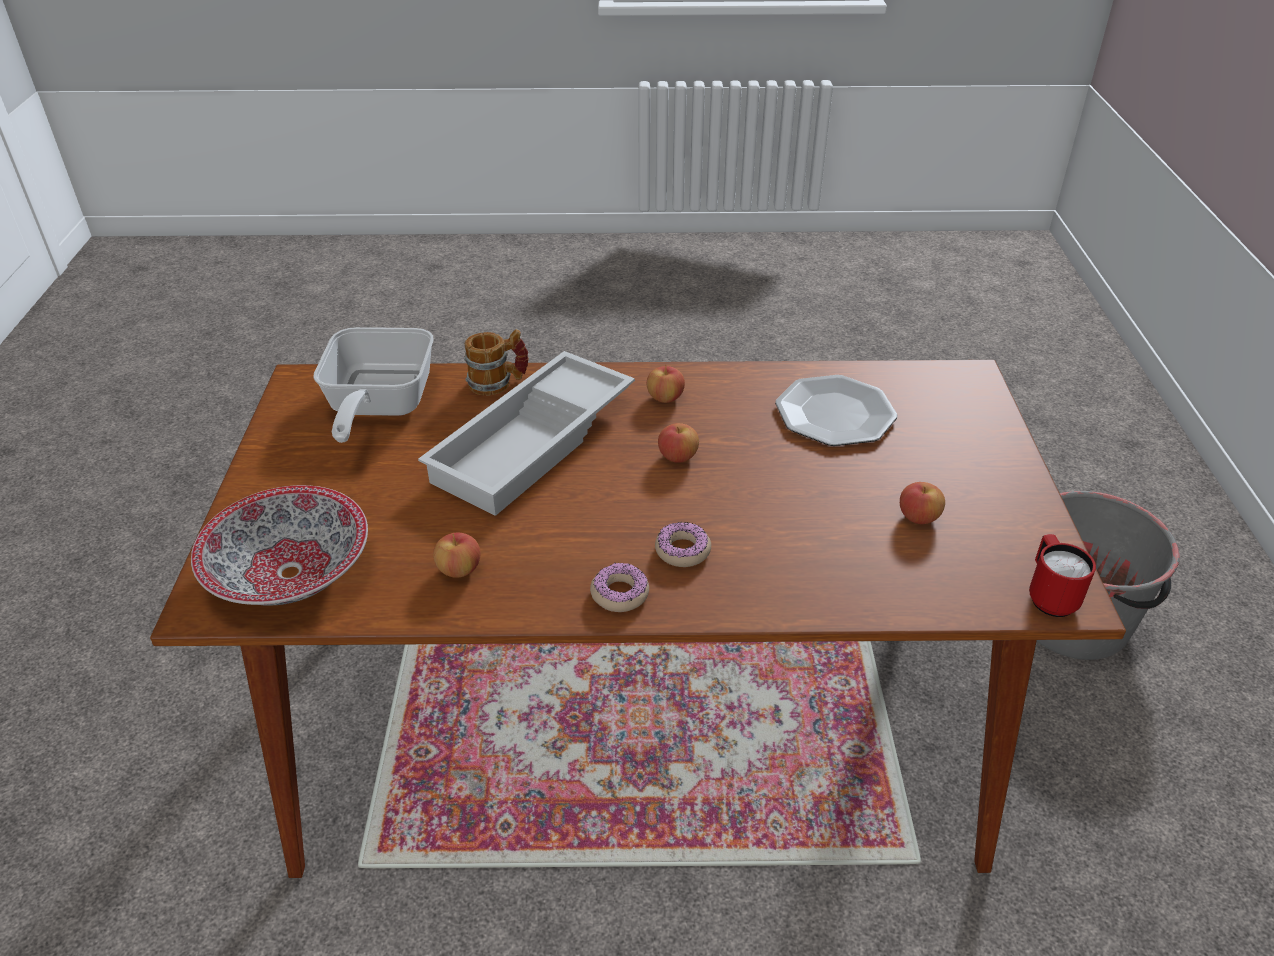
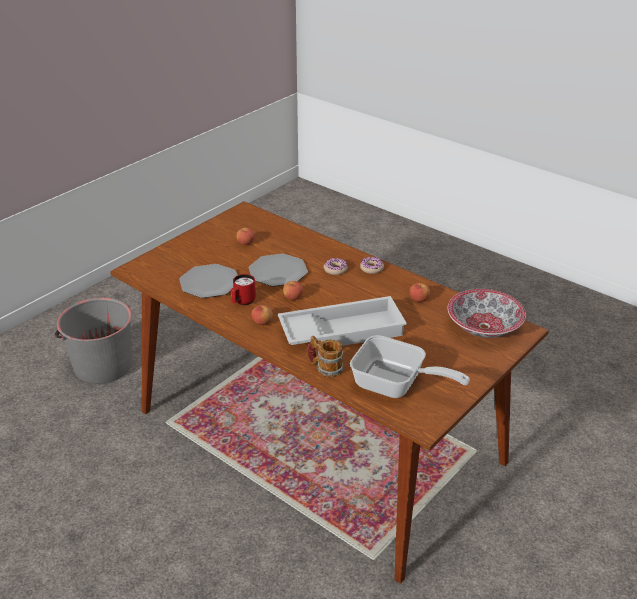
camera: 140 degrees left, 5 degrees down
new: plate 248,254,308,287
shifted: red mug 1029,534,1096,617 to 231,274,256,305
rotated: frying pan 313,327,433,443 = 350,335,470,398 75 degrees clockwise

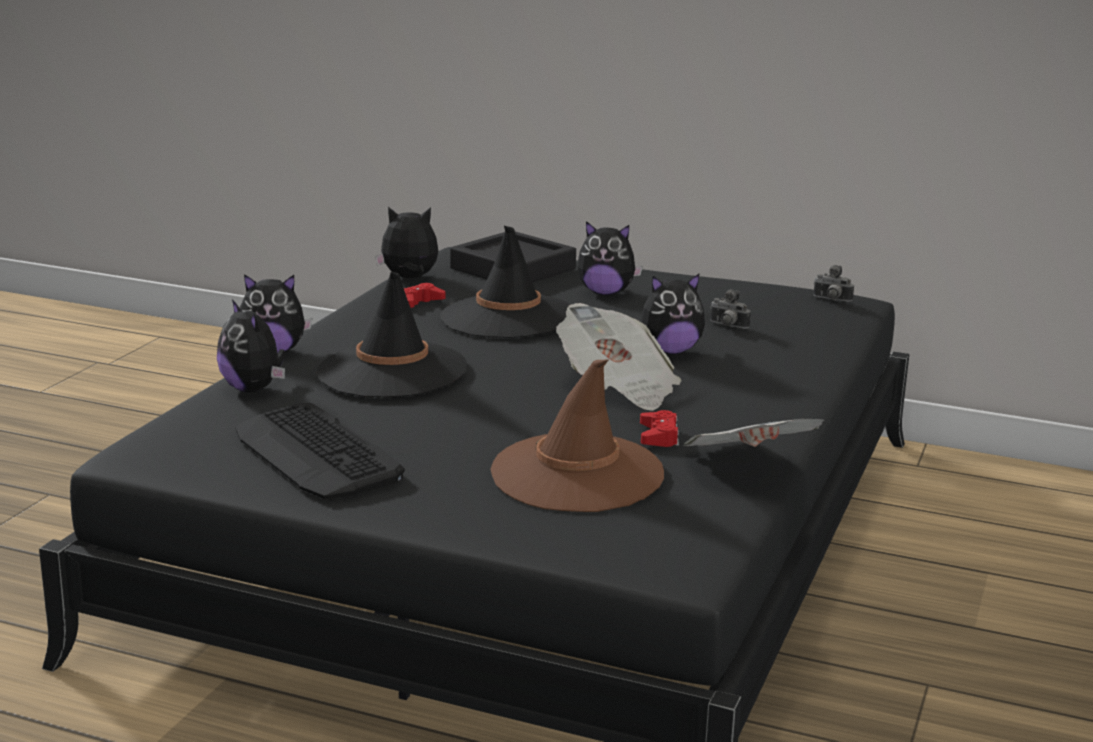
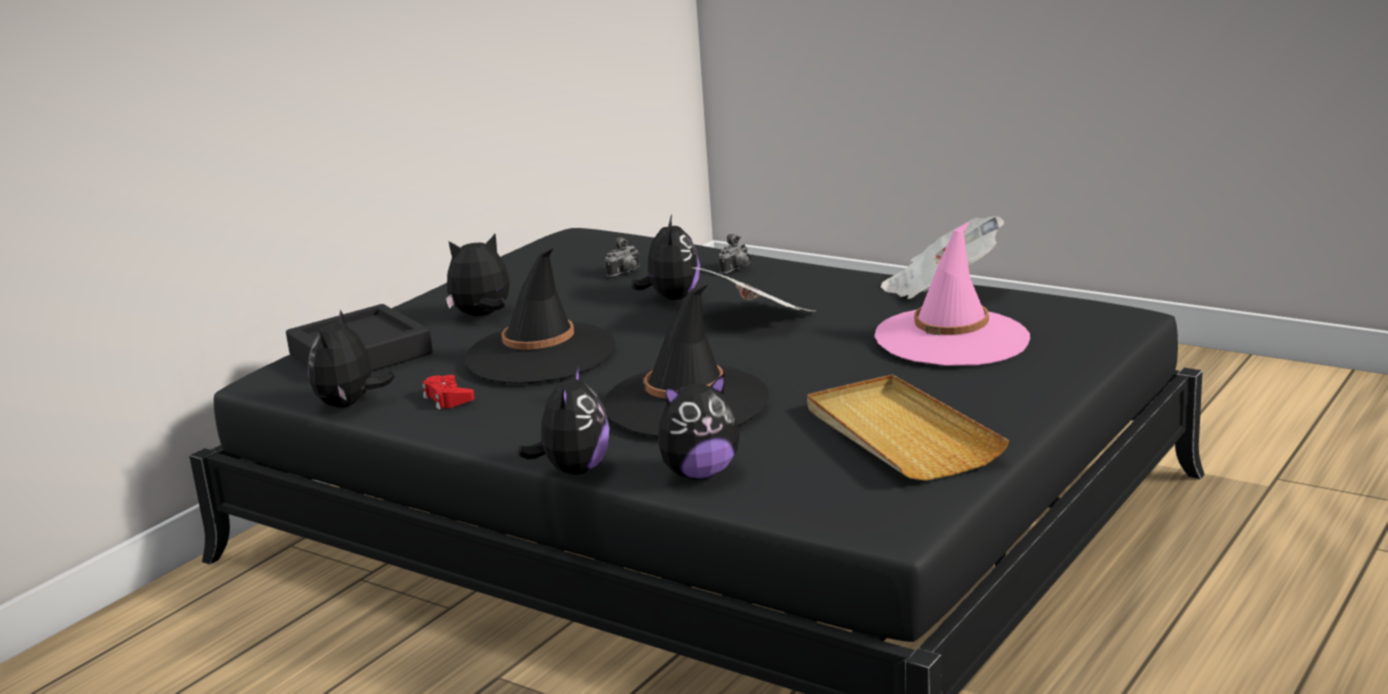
camera: 75 degrees left, 0 degrees up
gone: red game controller 640,410,679,447
shifted: photo camera 813,265,854,302 to 719,234,751,274
swapped: keyboard 235,403,405,499 to beige tray 807,374,1009,481
repainted: brown hat 490,359,664,512 to pink hat 874,222,1030,366
rotated: plush toy 577,221,643,295 = 446,234,510,316 135 degrees counterclockwise

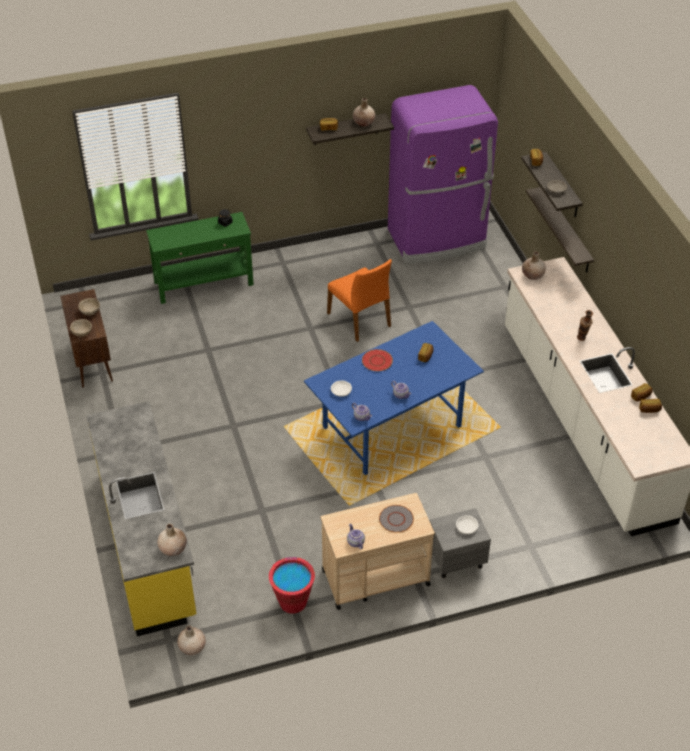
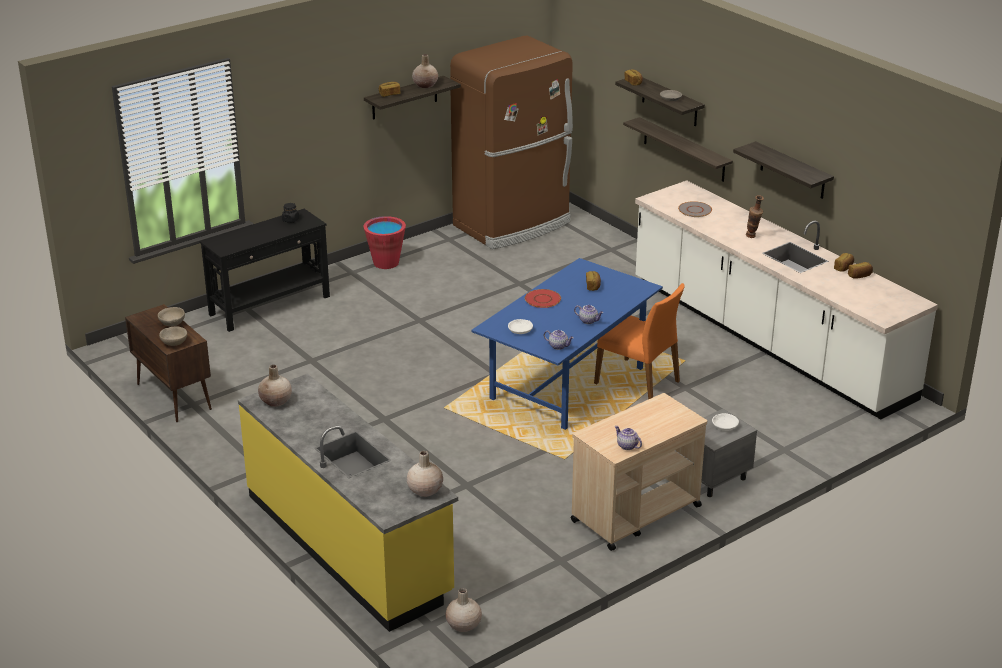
camera: 20 degrees left, 15 degrees down
new: shelf 733,141,834,199
shifted: red bucket 269,557,315,614 to 363,216,406,269; orange chair 327,259,392,342 to 594,283,685,399; grey plate 379,505,414,533 to 678,201,712,217; beige vase 522,252,546,280 to 258,365,292,407
repainted: green console table 146,212,254,304 to black console table 199,209,330,332; purple fridge 388,85,498,264 to brown fridge 450,36,573,249

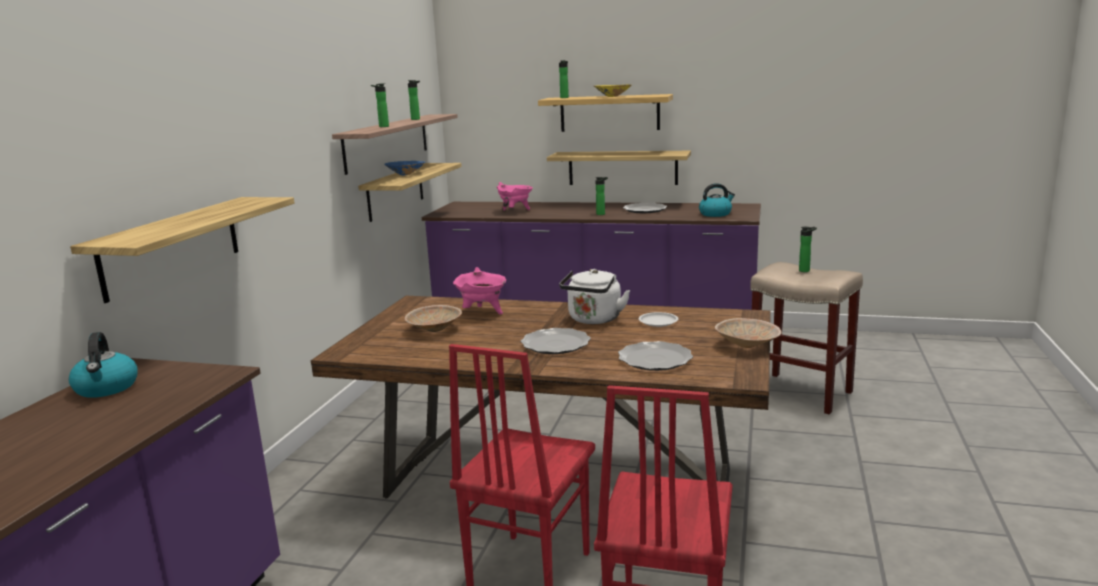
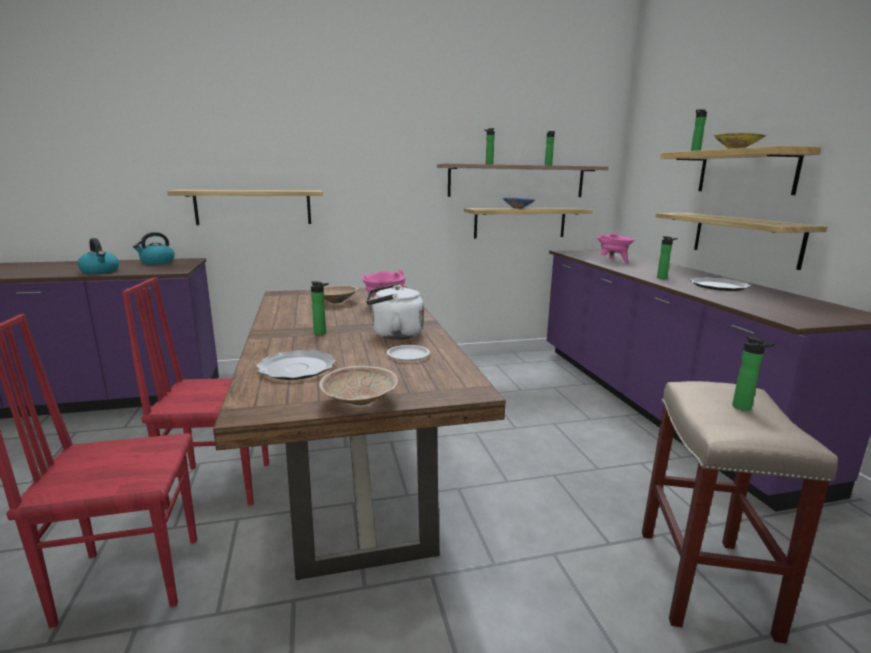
camera: 60 degrees right, 0 degrees up
shifted: kettle 699,183,735,217 to 77,238,119,274
swapped: plate 521,328,591,354 to bottle 311,281,329,335

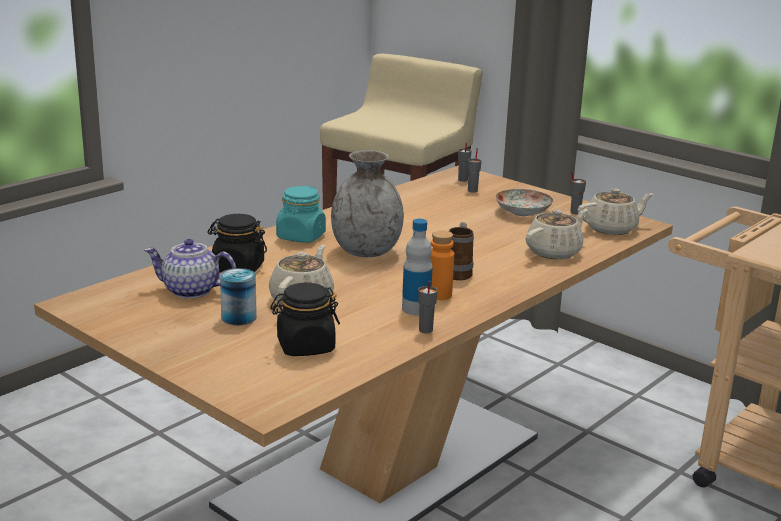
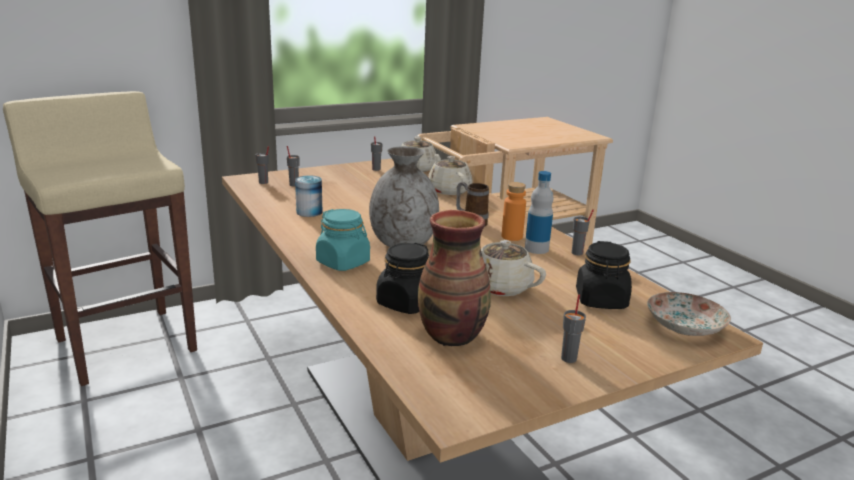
camera: 70 degrees left, 0 degrees up
new: grey cup 561,295,586,363
shifted: can 220,268,257,325 to 295,175,323,217; plate 495,189,553,216 to 647,292,731,336
swapped: teapot 145,239,236,299 to vase 418,210,491,346

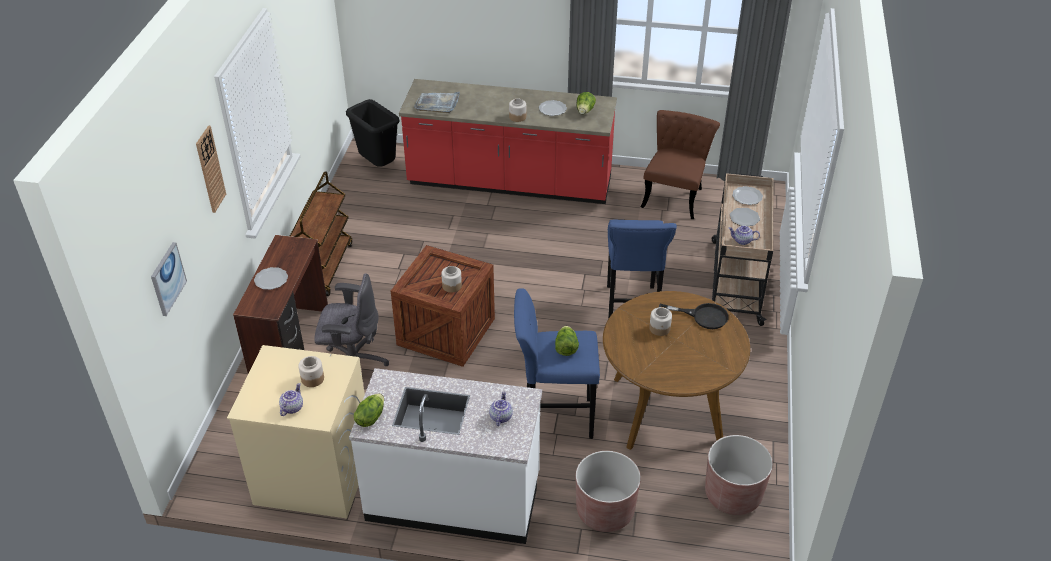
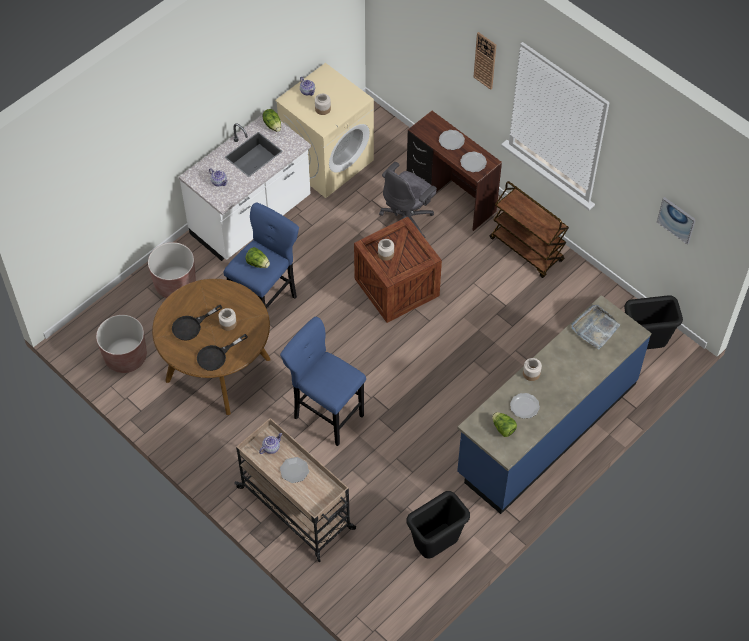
camera: 125 degrees right, 15 degrees up
new: black frying pan 172,304,222,341
shifted: picture 151,242,187,316 to 657,197,696,244; plate 732,186,763,205 to 460,152,487,172
swapped: brown chair 641,110,720,219 to black trash can 406,491,470,559
repainted: red counter 399,79,617,204 to blue counter 457,295,651,514

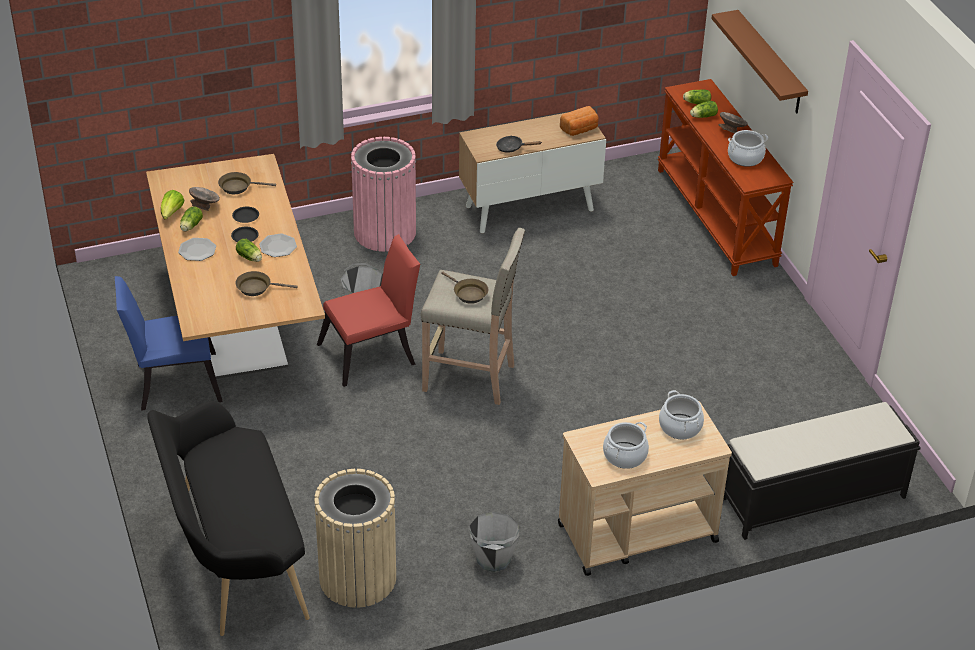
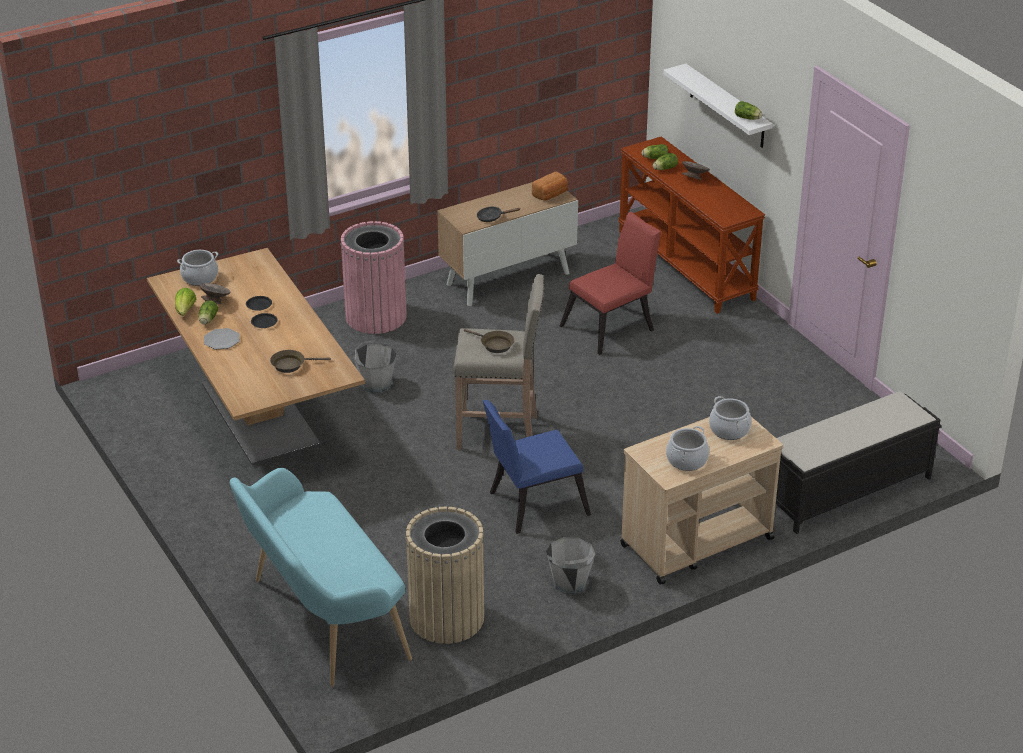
camera: 10 degrees left, 5 degrees down
gone: brown frying pan 218,172,276,194; plate 259,233,297,257
shifted: blue chair 115,276,223,411 to 483,400,591,534; lettuce 236,239,262,262 to 735,101,763,120; red chair 317,234,420,387 to 560,212,661,355; cooking pot 728,130,768,167 to 177,250,218,286
repainted: black bench 147,401,310,636 to turquoise bench 230,468,412,686; brown shelf 711,10,808,113 to white shelf 663,64,773,148

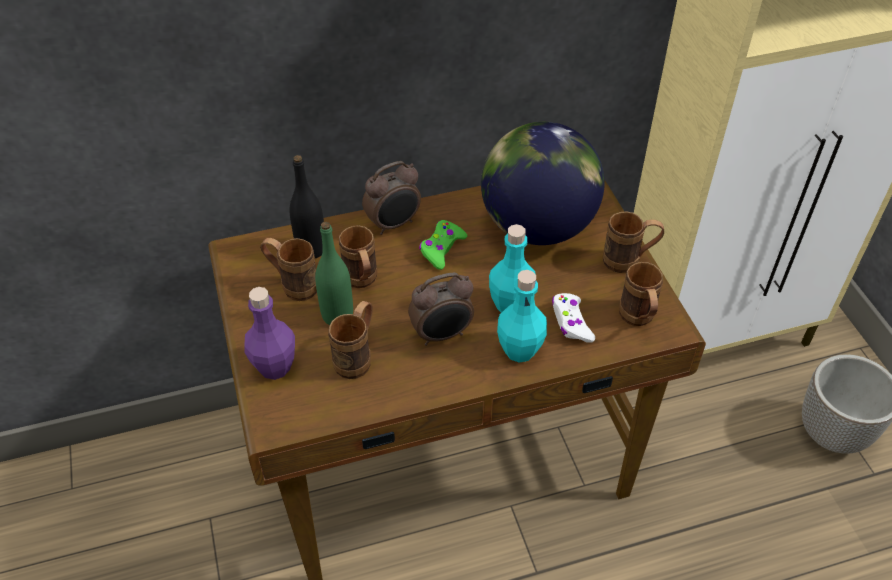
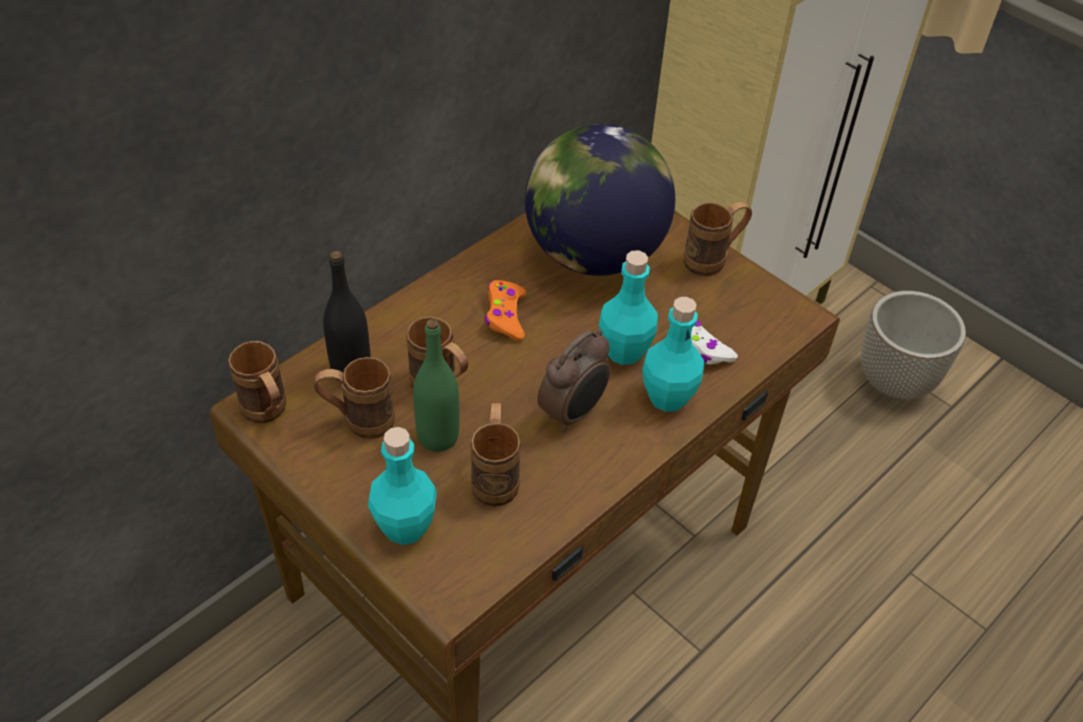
camera: 30 degrees left, 0 degrees up
gone: alarm clock 362,161,421,235
shifted: brown mug 619,262,663,326 to 228,341,286,423
repainted: purple bottle 244,287,295,380 to turquoise bottle 368,427,437,545; green game controller 419,220,467,270 to orange game controller 485,280,526,340

